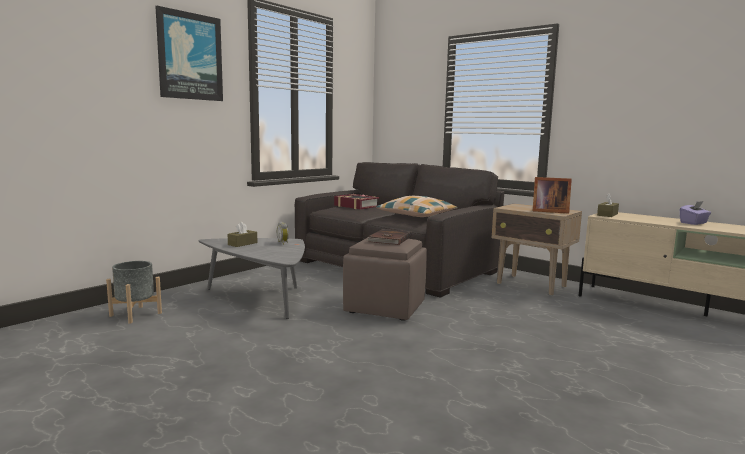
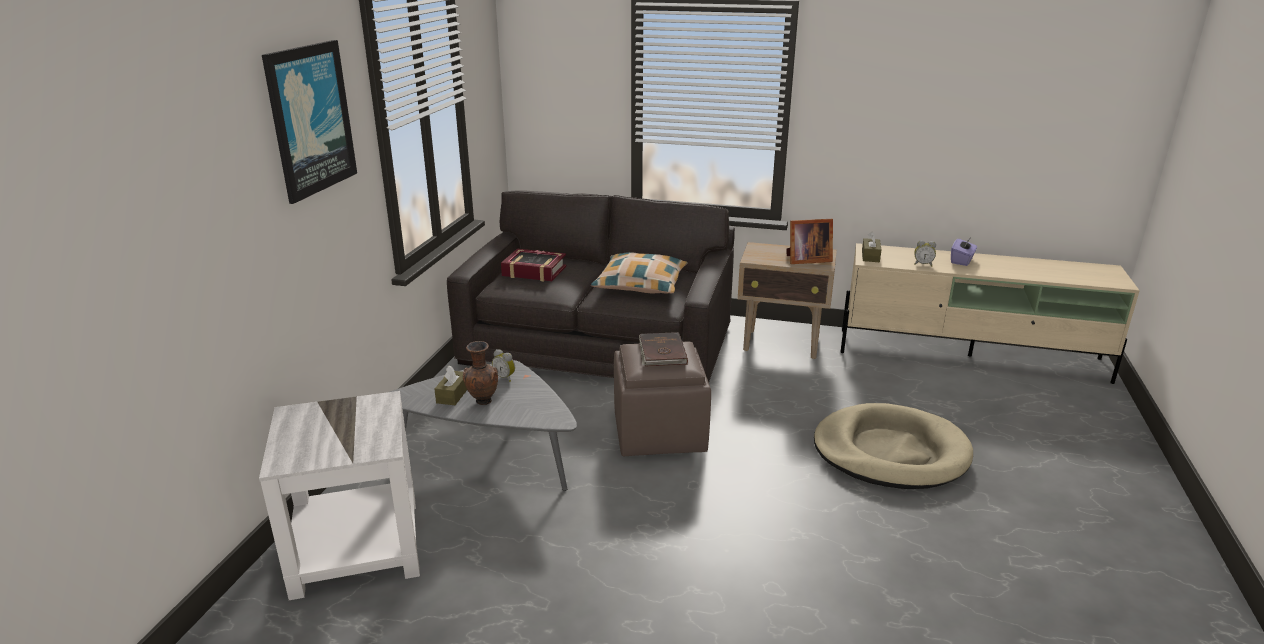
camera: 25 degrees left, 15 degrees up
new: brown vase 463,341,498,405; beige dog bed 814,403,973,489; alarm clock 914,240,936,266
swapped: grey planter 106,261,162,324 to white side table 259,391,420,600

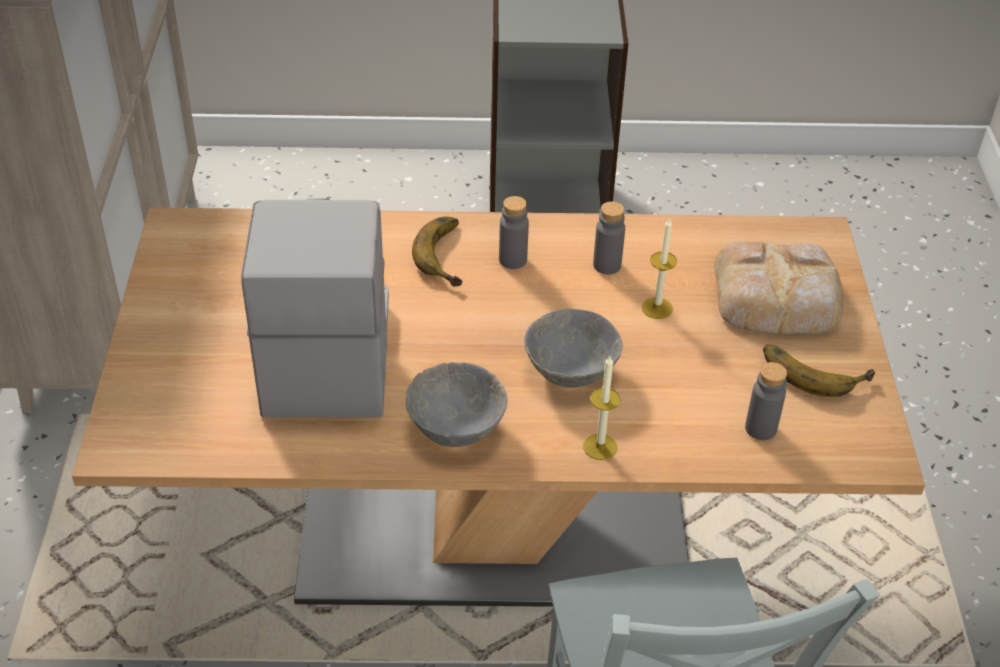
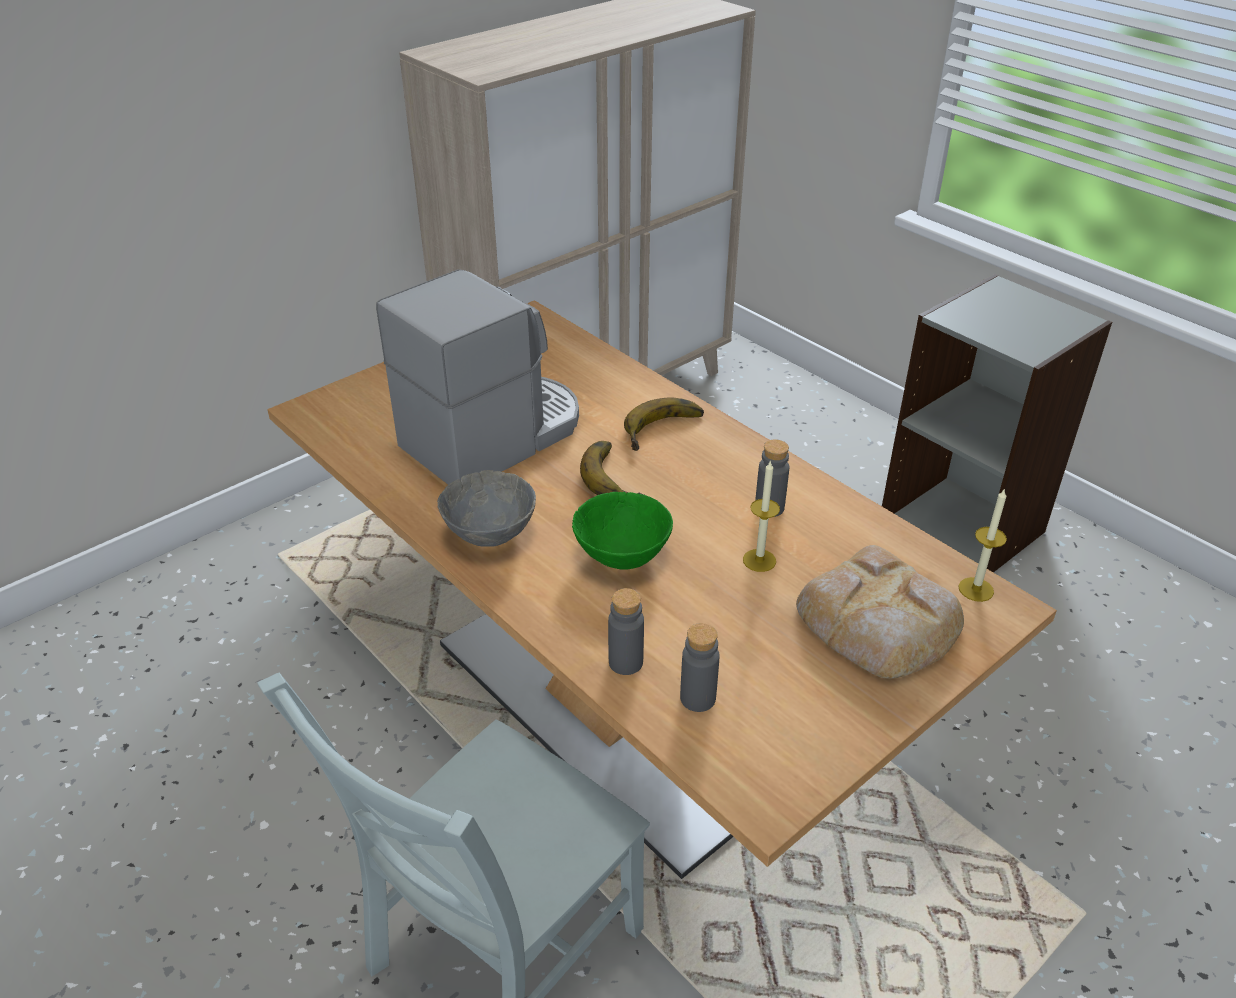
camera: 50 degrees right, 5 degrees down
shifted: grey bottle 499,196,529,269 to 608,588,644,675; candle 583,356,620,460 to 958,488,1007,602; banana 763,344,875,397 to 580,441,644,495
repainted: grey bowl 524,309,622,387 to green bowl 572,492,673,570

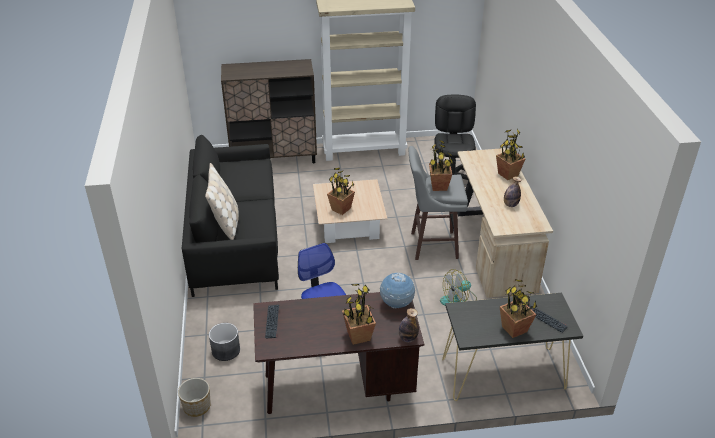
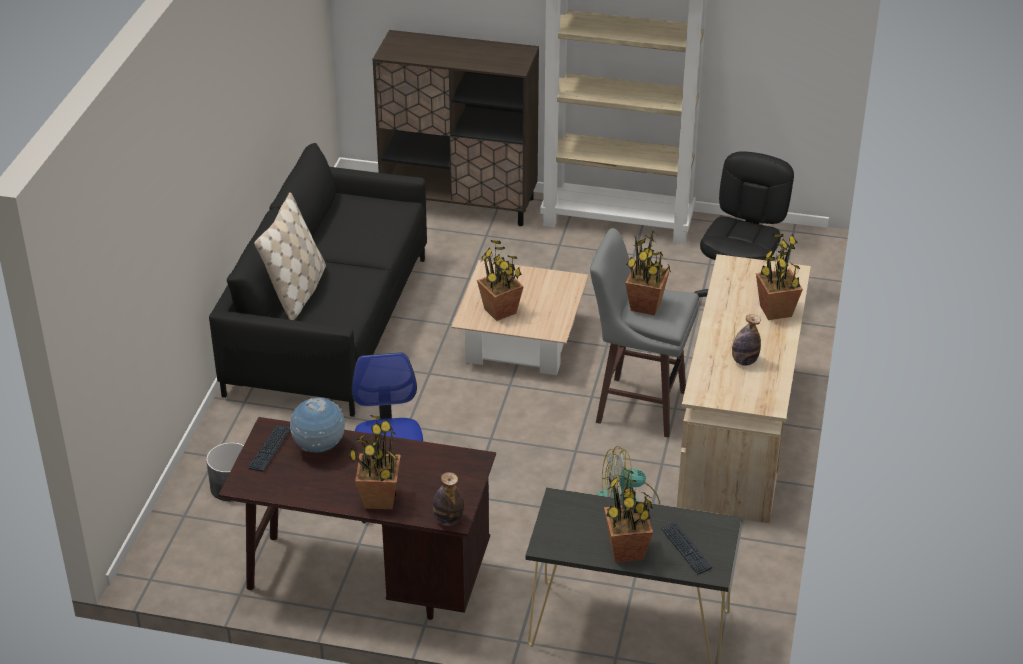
camera: 20 degrees right, 0 degrees up
gone: planter 178,378,211,417
shifted: globe 380,273,415,309 to 290,398,345,453

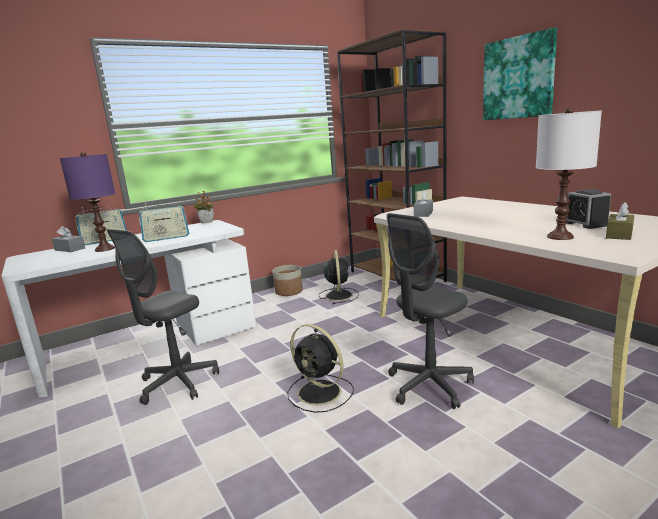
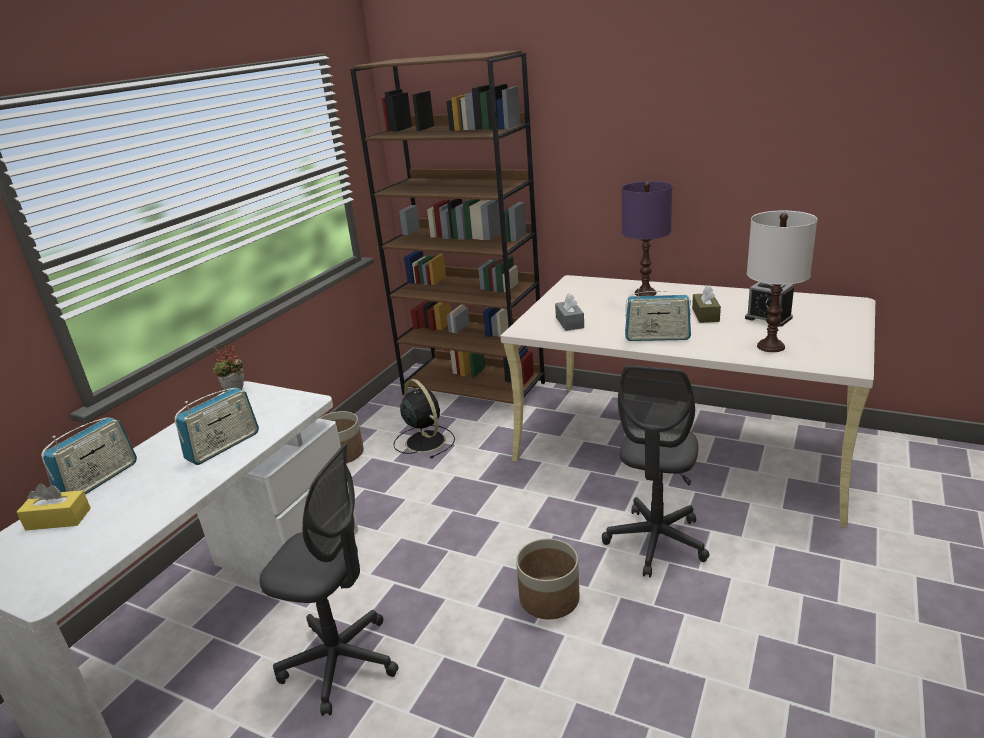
camera: 30 degrees left, 10 degrees up
gone: picture 483,28,557,120
new: radio 625,288,691,341
shifted: purple table lamp 60,152,115,252 to 622,181,672,296; brown tissue box 606,202,634,240 to 692,285,721,323
swapped: black fan 287,324,354,413 to planter 516,539,580,619
repainted: grey tissue box 52,226,85,252 to yellow tissue box 17,484,91,530
rotated: grey office chair 107,229,219,405 = 260,442,399,716 75 degrees counterclockwise

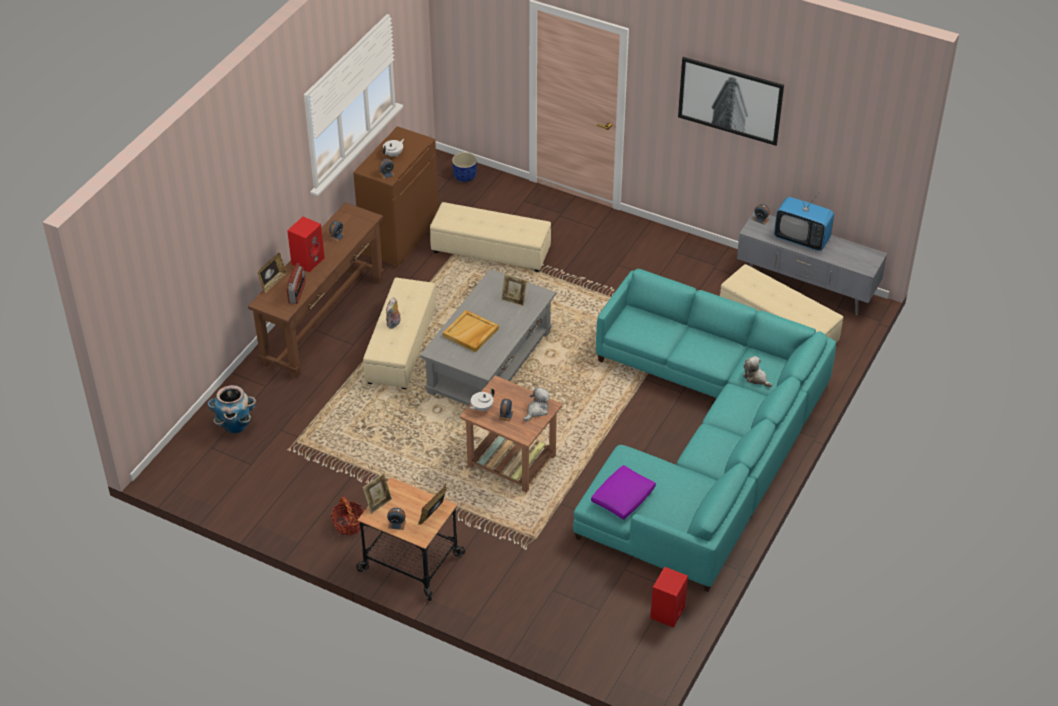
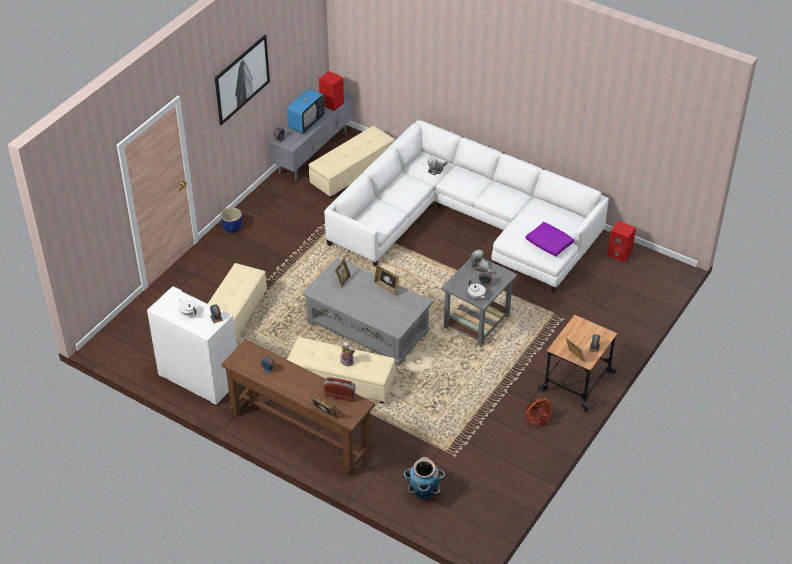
camera: 85 degrees left, 0 degrees up
gone: beige tray 443,310,499,352
shifted: red speaker 287,217,325,272 to 319,71,344,111; picture frame 418,484,447,525 to 374,266,399,296; blue planter 452,152,477,182 to 220,208,242,233
repainted: brown cabinet 353,126,439,268 to white cabinet 147,286,238,406; brown side table 460,375,563,493 to grey side table 441,258,517,346; turquoise sofa 573,269,836,592 to white sofa 324,120,609,293

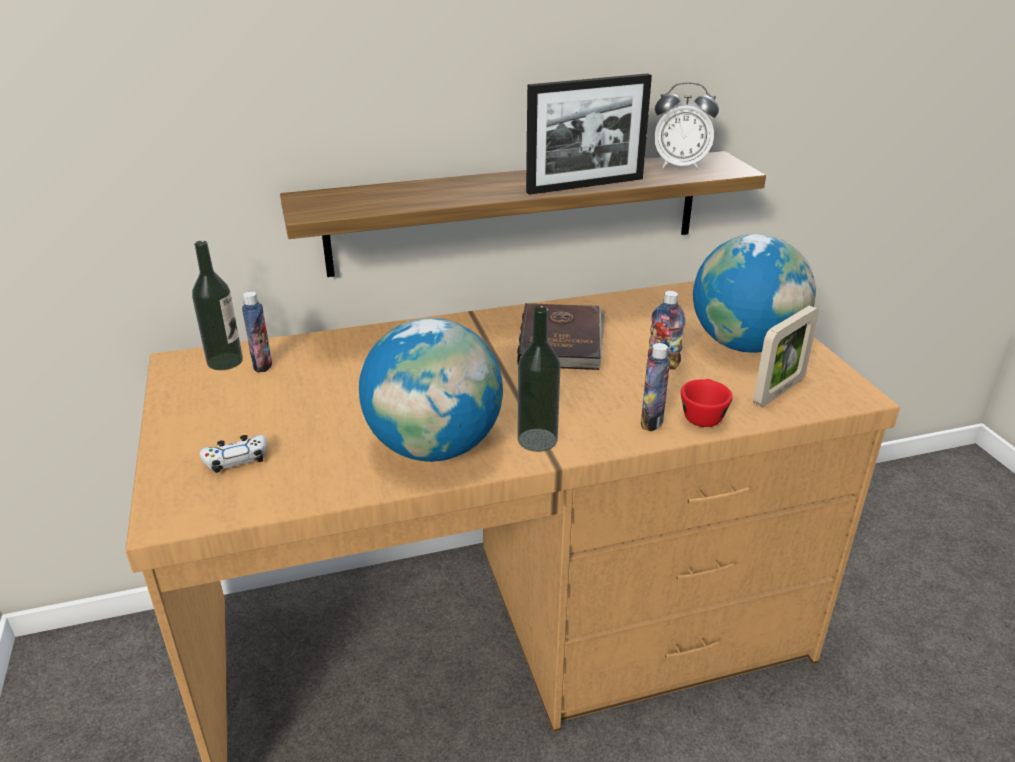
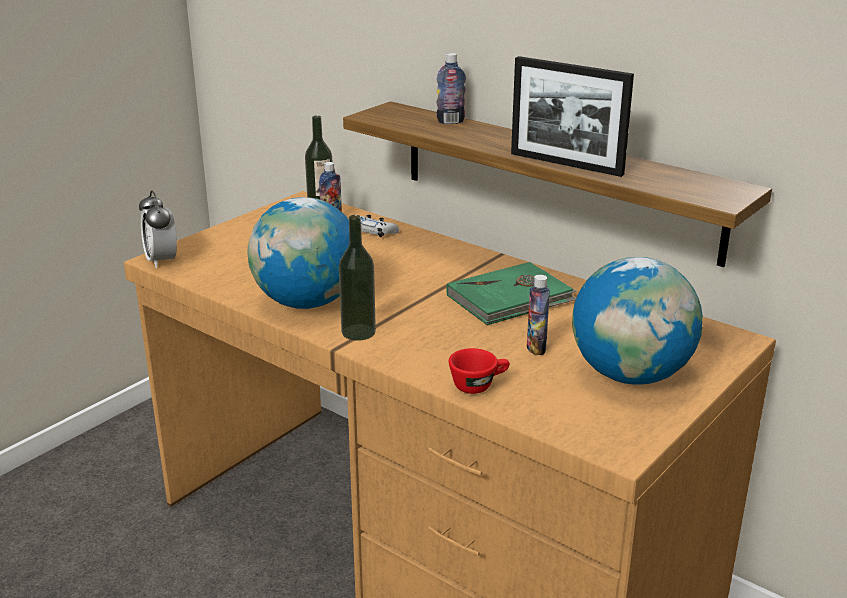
camera: 55 degrees right, 5 degrees down
gone: picture frame 753,306,819,407
shifted: white game controller 199,435,267,473 to 361,215,399,237; bottle 641,343,670,431 to 436,53,466,124; alarm clock 654,82,719,170 to 139,190,177,268
repainted: brown book 517,303,605,370 to green book 446,262,577,325

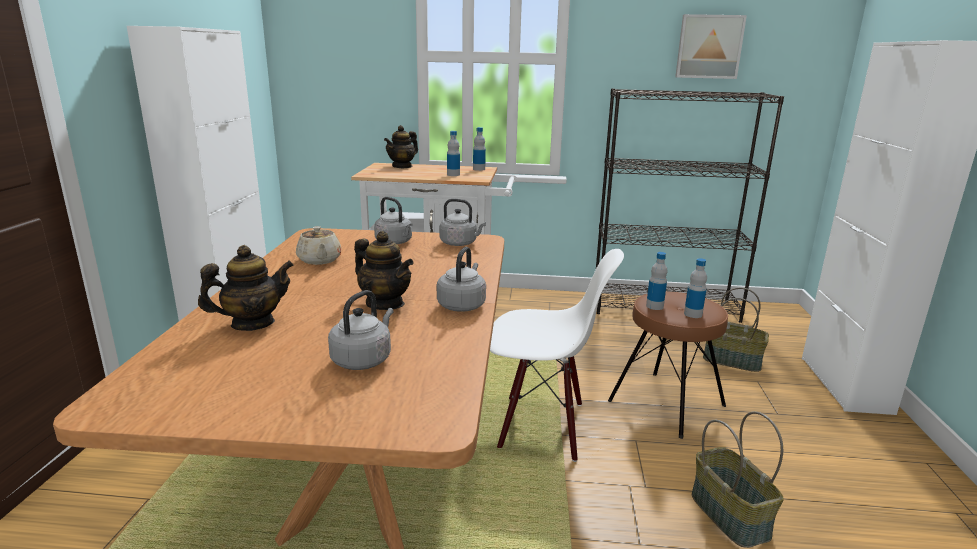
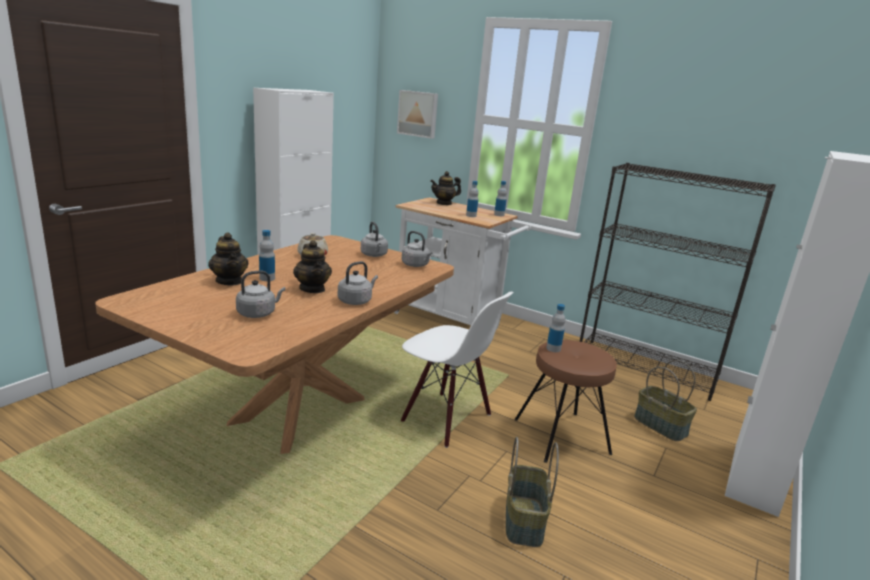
camera: 25 degrees right, 0 degrees up
shifted: picture 675,14,747,79 to 397,90,438,139; bottle 684,258,707,318 to 259,230,275,281
rotated: teapot 198,245,294,331 = 208,233,249,285 60 degrees clockwise

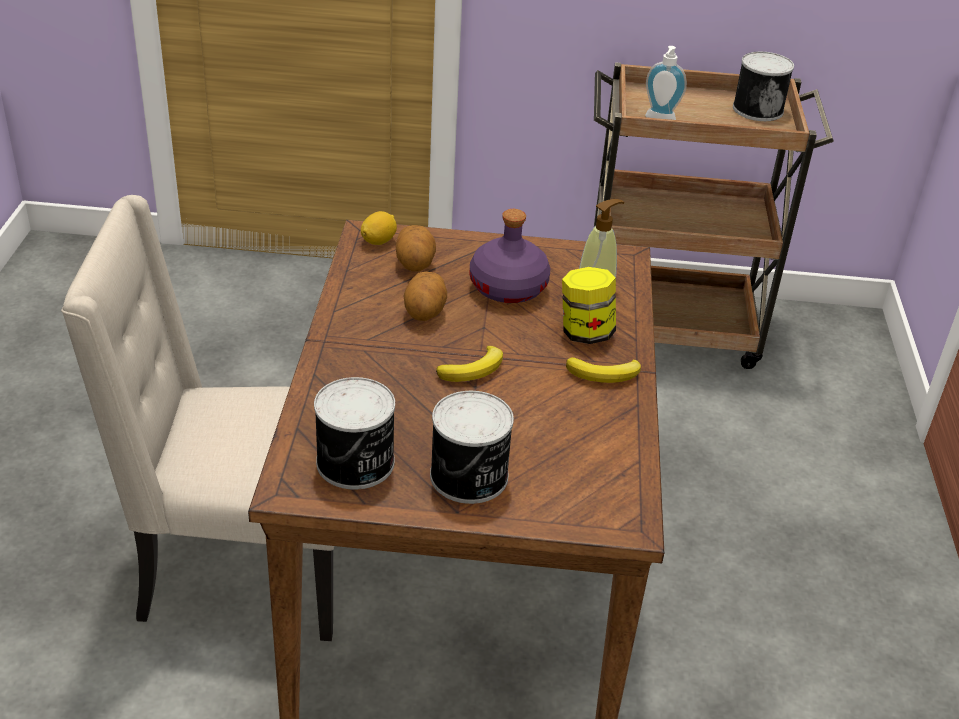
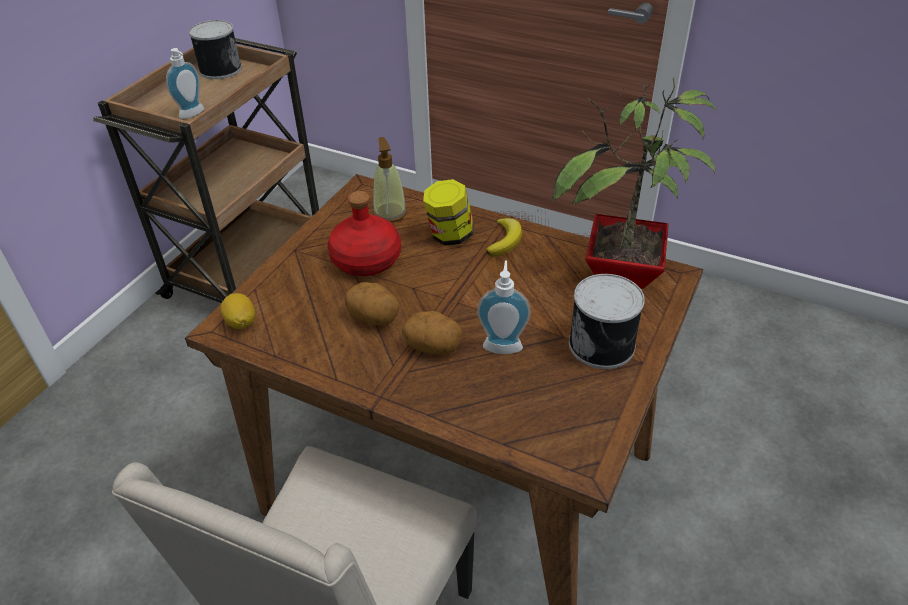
camera: 65 degrees left, 5 degrees up
gone: can 314,377,395,490; banana 436,346,503,382
new: soap dispenser 477,261,531,354; potted plant 552,78,717,289
shifted: potato 396,225,436,272 to 402,311,462,354
repainted: purple bottle 470,209,550,303 to red bottle 328,191,401,276

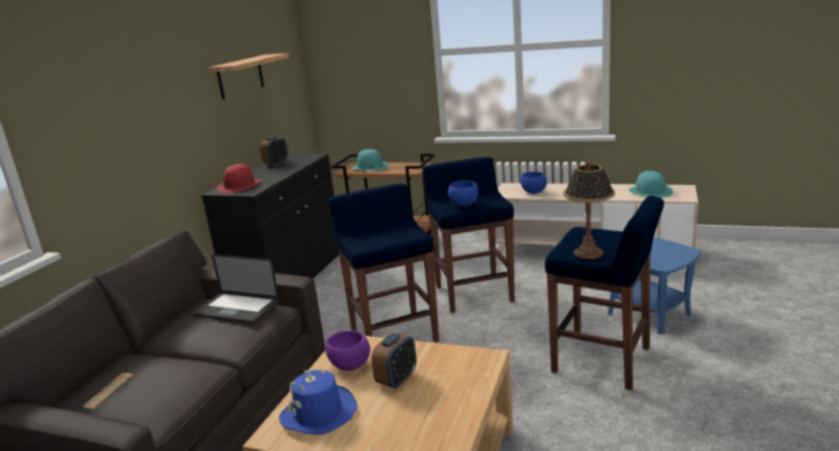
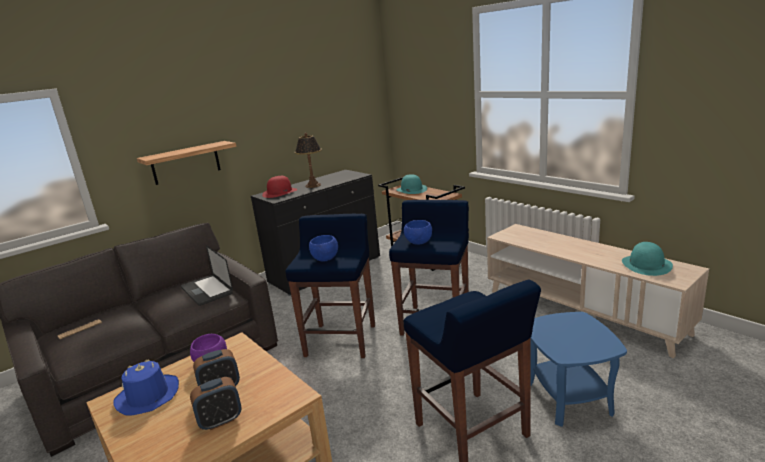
camera: 30 degrees right, 0 degrees up
shifted: shelf 208,53,289,99 to 137,141,236,185; alarm clock 260,136,288,166 to 190,377,241,430; blue bowl 520,172,547,194 to 309,235,338,262; table lamp 563,160,615,259 to 294,133,322,188

